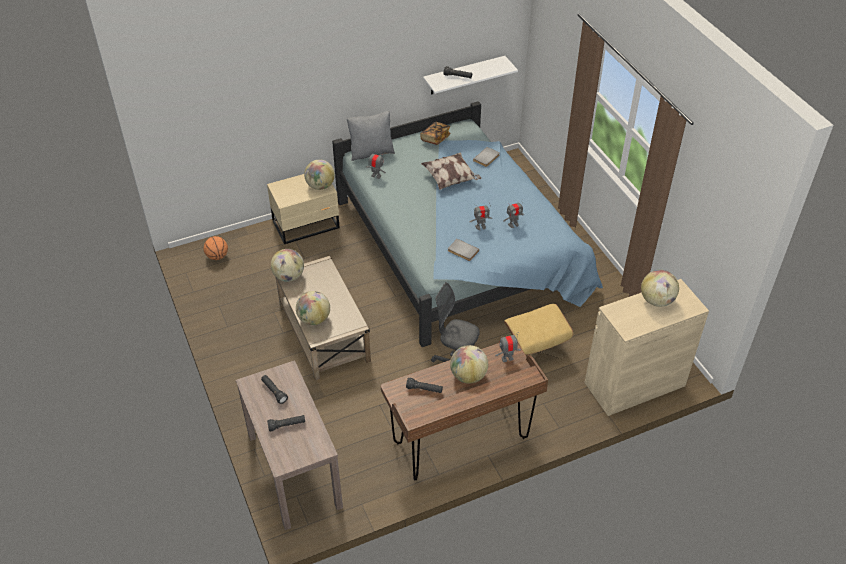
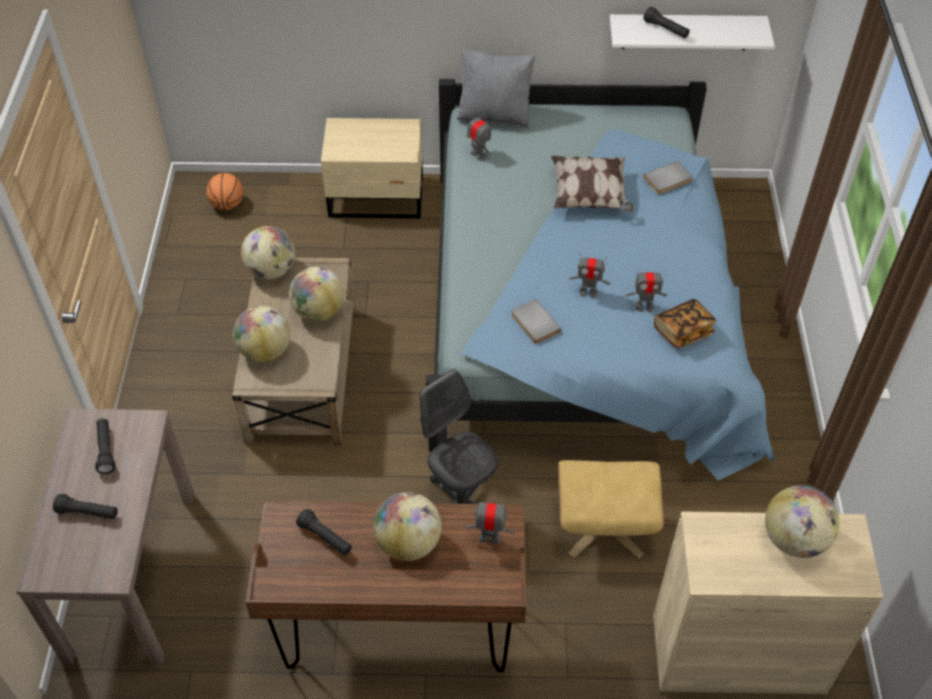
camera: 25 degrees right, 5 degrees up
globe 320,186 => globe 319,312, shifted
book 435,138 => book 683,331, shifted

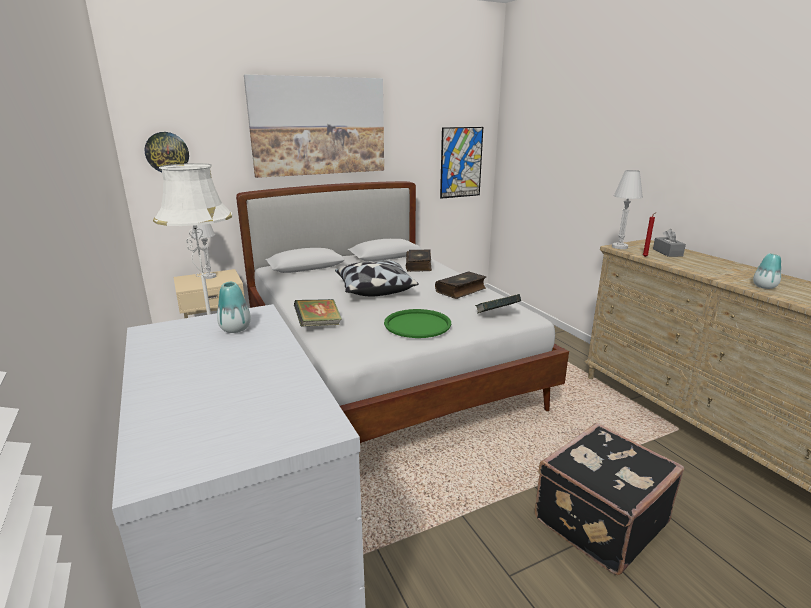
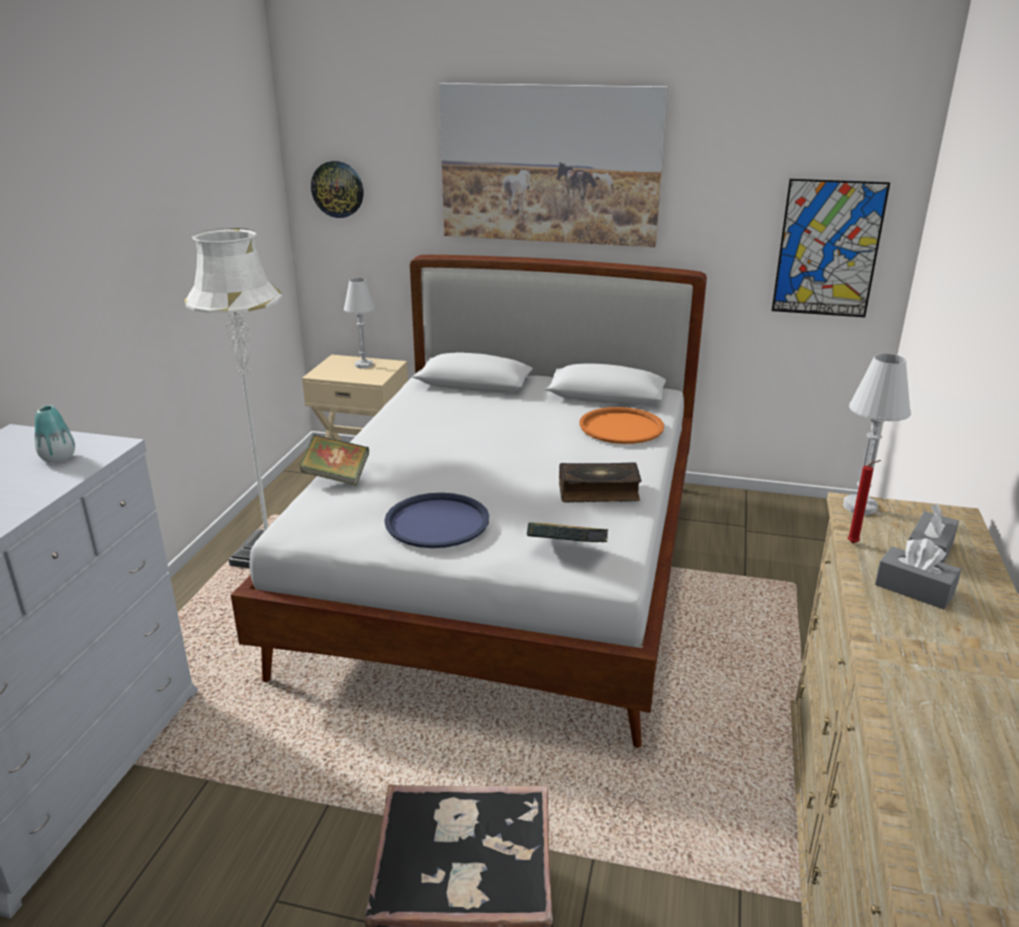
camera: 40 degrees right, 5 degrees up
tray (green) 417,324 => tray (blue) 437,522
book 419,265 => tray (orange) 621,427
nothing => tissue box (grey) 914,589
pillow 374,289 => nothing
vase 764,286 => nothing

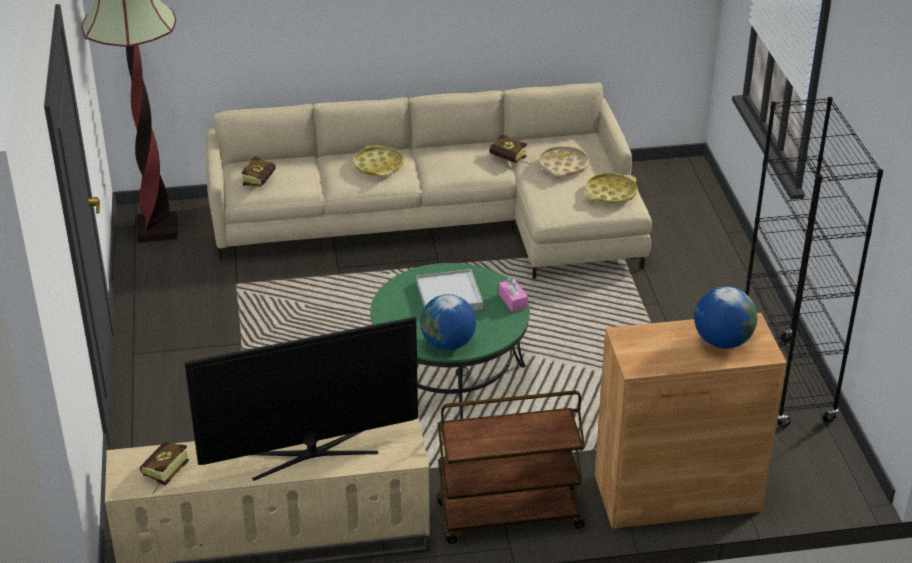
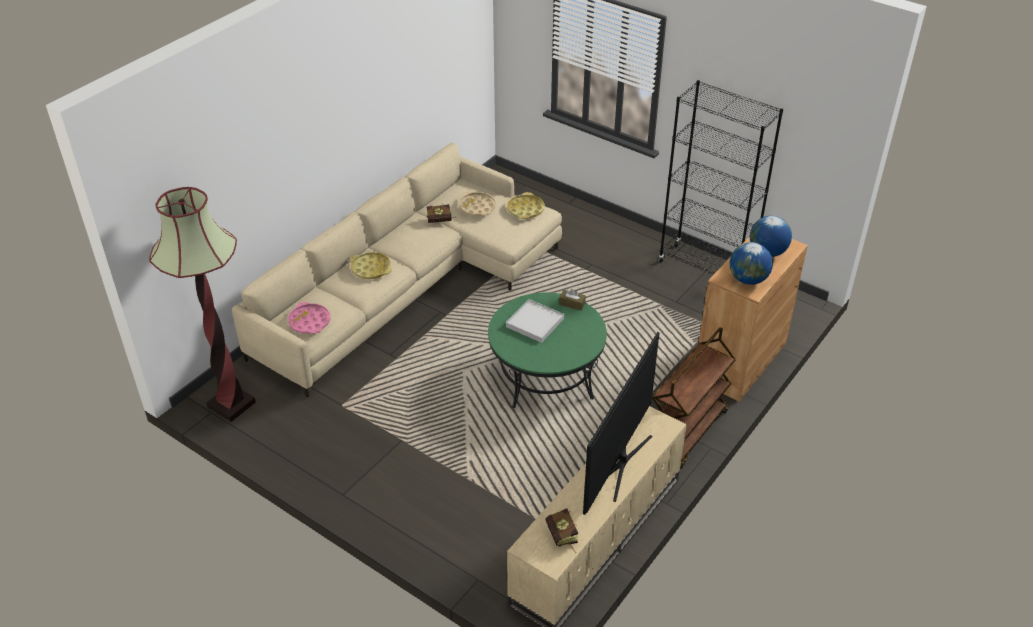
camera: 45 degrees left, 5 degrees up
book 260,180 => tray (pink) 309,322
tissue box (pink) 513,301 => tissue box (brown) 572,304
globe 448,344 => globe 748,279, shifted

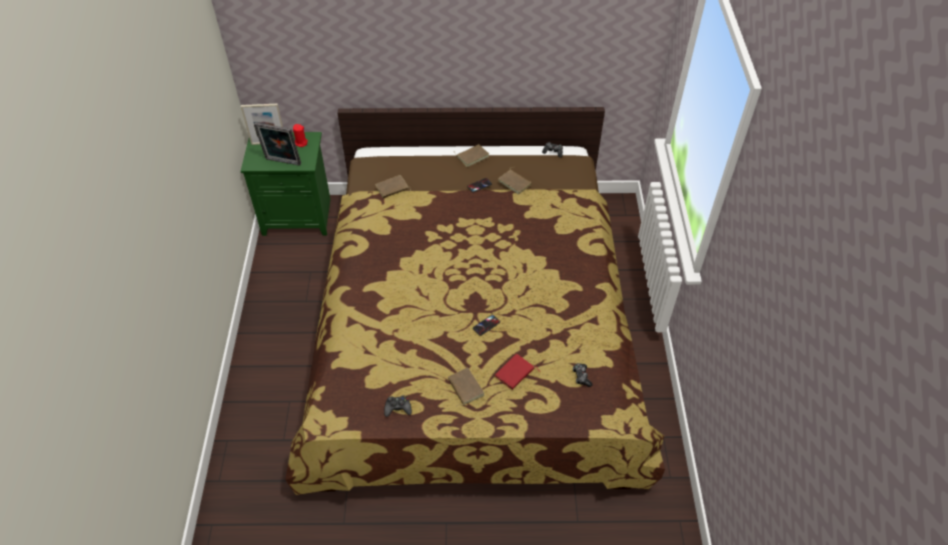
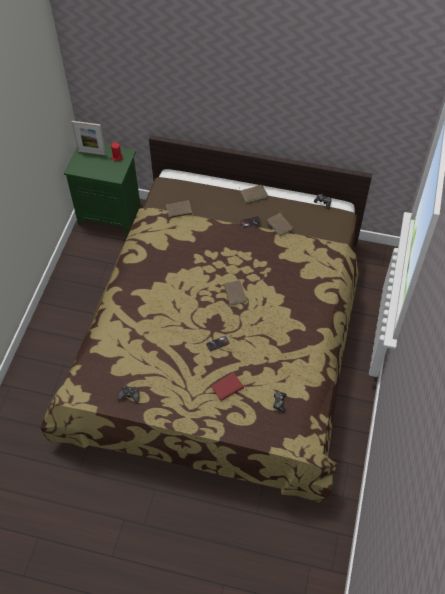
camera: 15 degrees right, 5 degrees up
book (brown) 464,388 => book (brown) 234,294, shifted
picture frame 282,163 => nothing

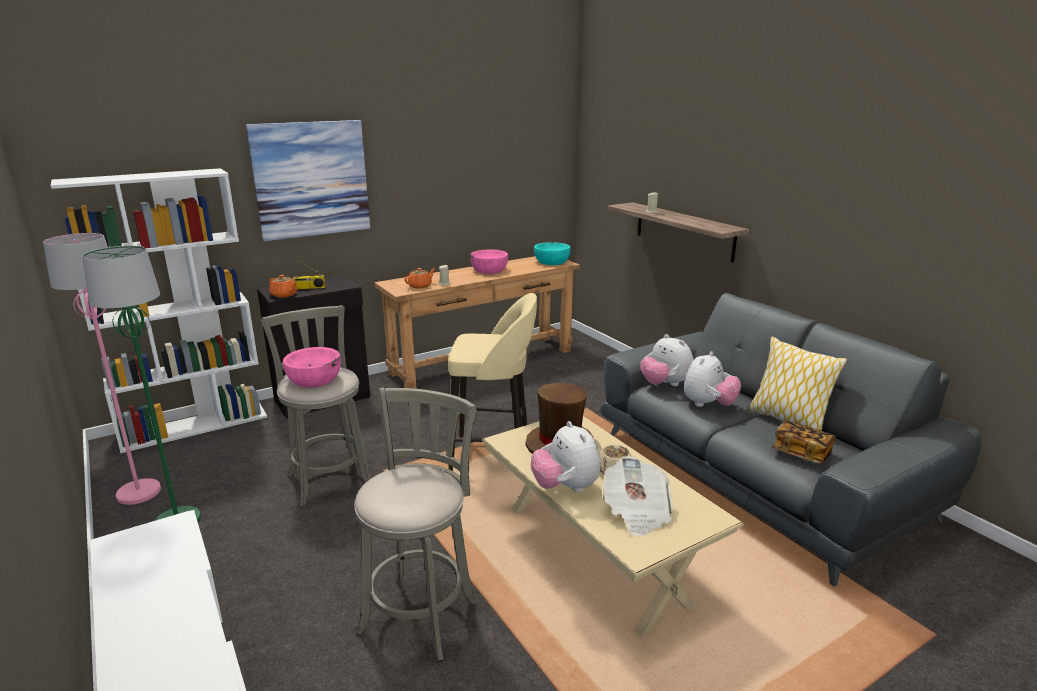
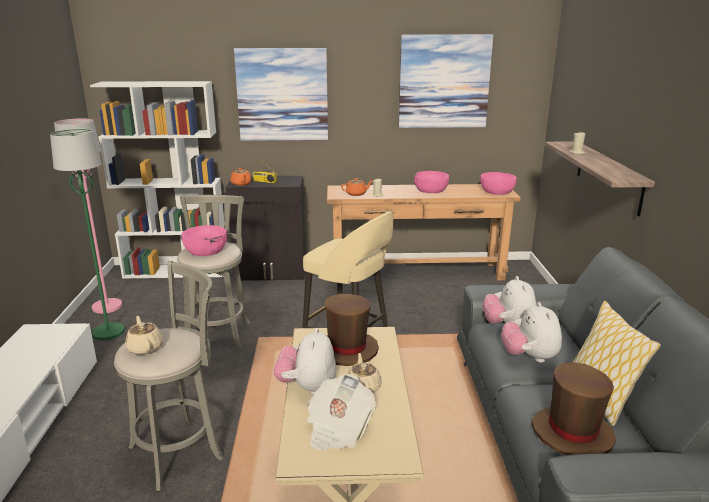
camera: 30 degrees right, 0 degrees up
nothing => teapot (beige) 145,347
nothing => picture 444,81
bowl (turquoise) 551,261 => bowl (pink) 497,191
plush toy 708,405 => plush toy 529,357, 105 degrees clockwise
book 801,453 => hat (brown) 572,433

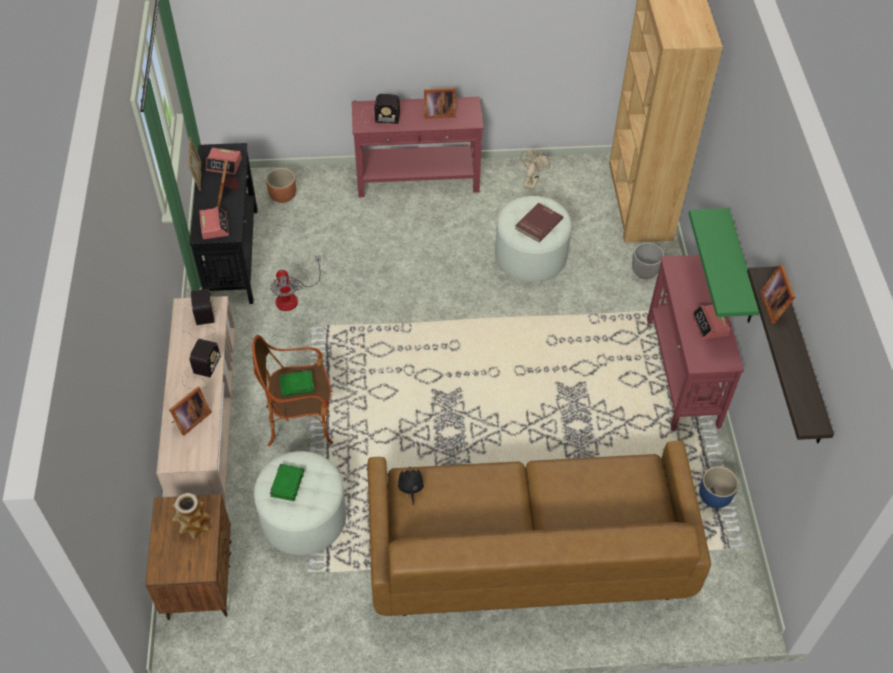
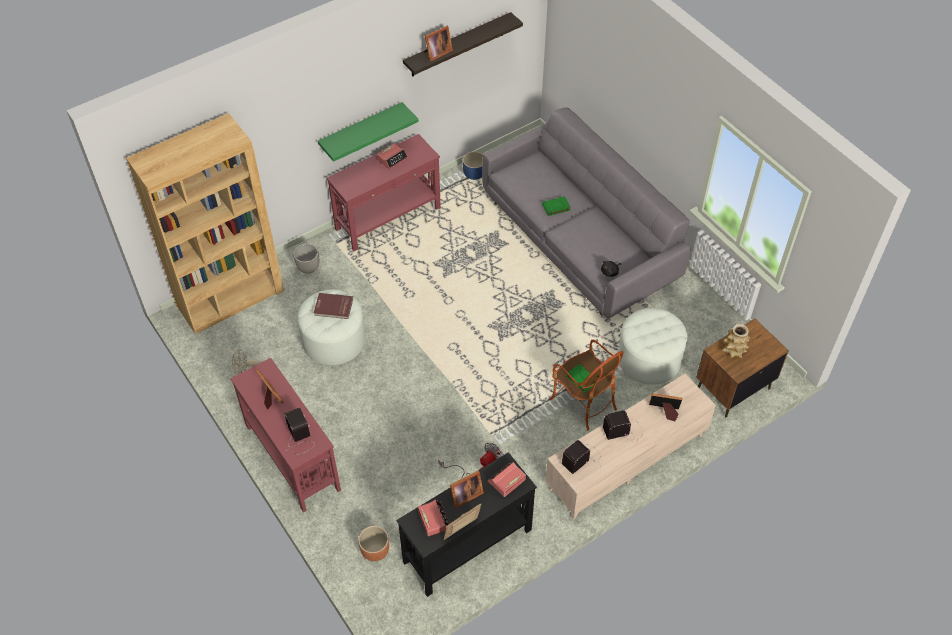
camera: 120 degrees left, 0 degrees up
sofa (brown) 528,554 => sofa (grey) 580,240
book (green) 287,483 => book (green) 556,207, shifted

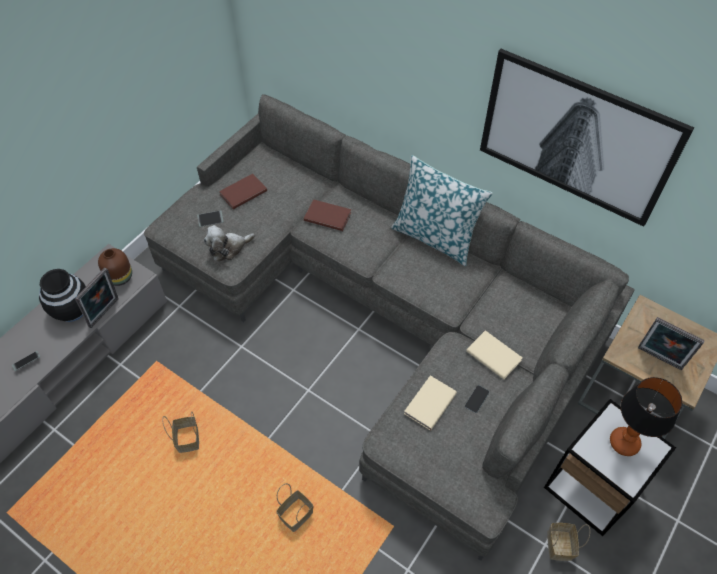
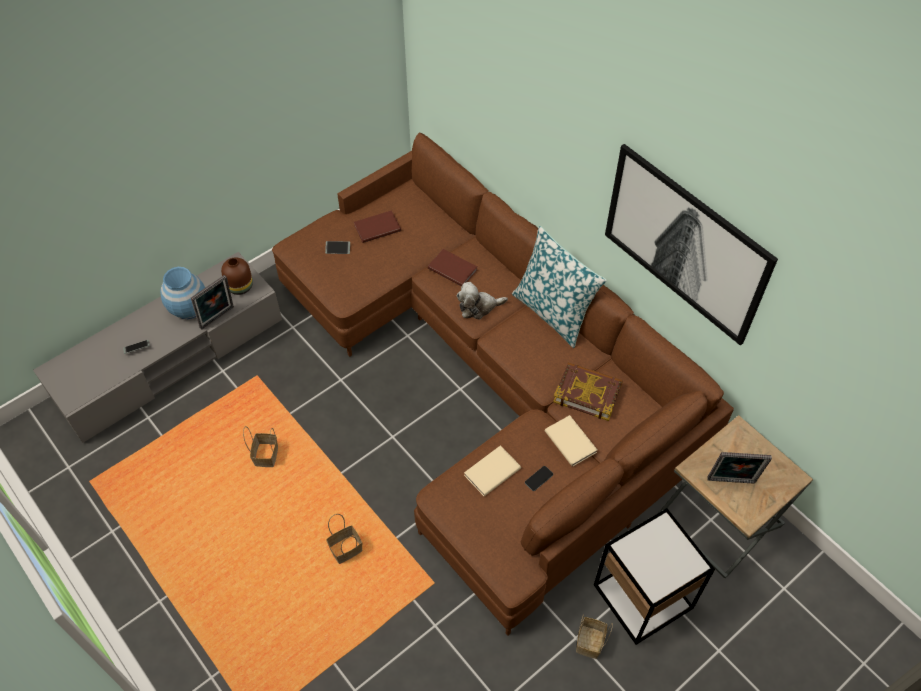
camera: 15 degrees right, 0 degrees up
vase (black) 72,309 => vase (blue) 189,308
sofa (grey) 386,315 => sofa (brown) 492,381
plush toy 228,248 => plush toy 478,307, shifted
nothing => book 587,393
picture frame 658,360 => picture frame 731,483, 45 degrees counterclockwise
table lamp 623,442 => nothing

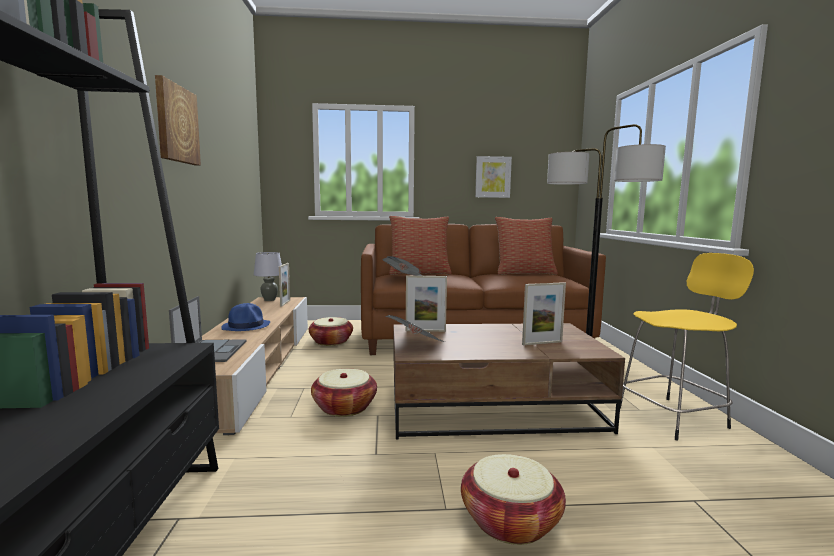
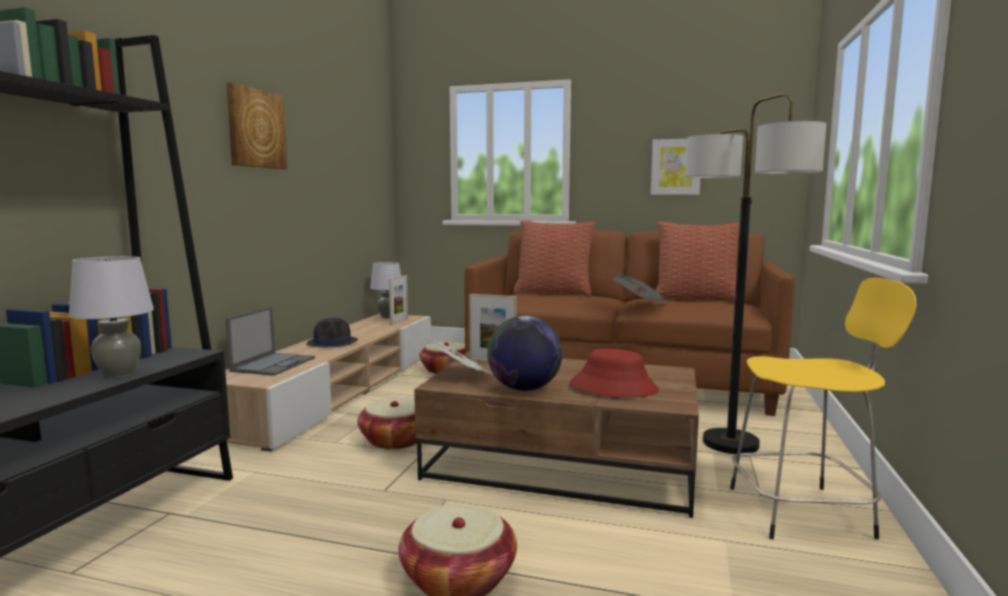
camera: 20 degrees right, 0 degrees up
nothing => table lamp (grey) 118,375
hat (blue) 246,326 => hat (black) 333,343
nothing => globe 524,389
picture frame 542,343 => hat (red) 613,387
newspaper 404,278 => newspaper 641,304, shifted

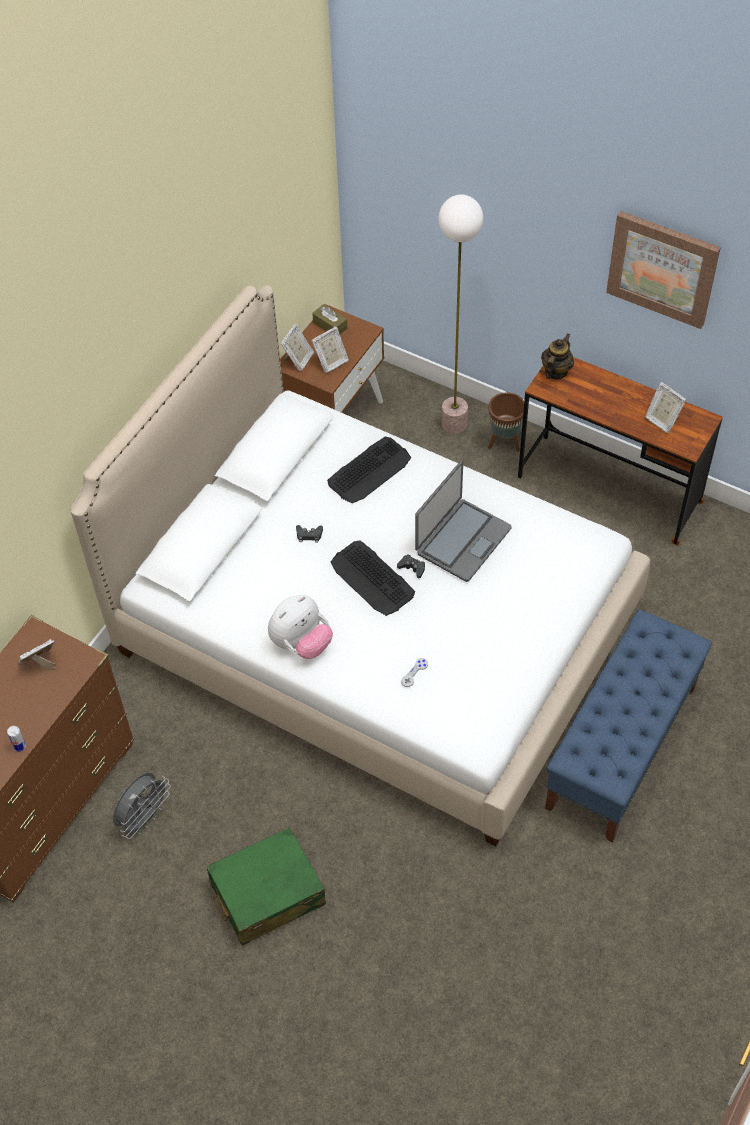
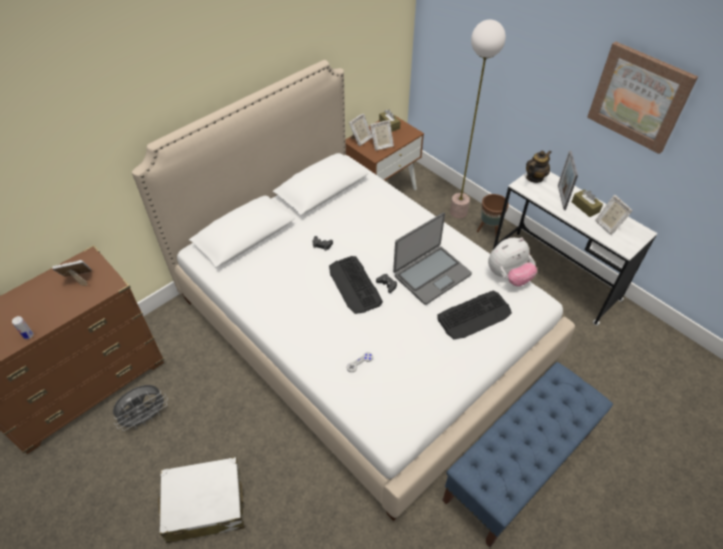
camera: 15 degrees right, 5 degrees down
suitcase (green) 267,893 => suitcase (white) 204,504
keyboard 369,470 => keyboard 474,315, shifted
plush toy 301,643 => plush toy 508,276, shifted
desk (brown) 609,489 => desk (white) 554,276
nothing => picture frame 561,197
nothing => tissue box (brown) 585,207

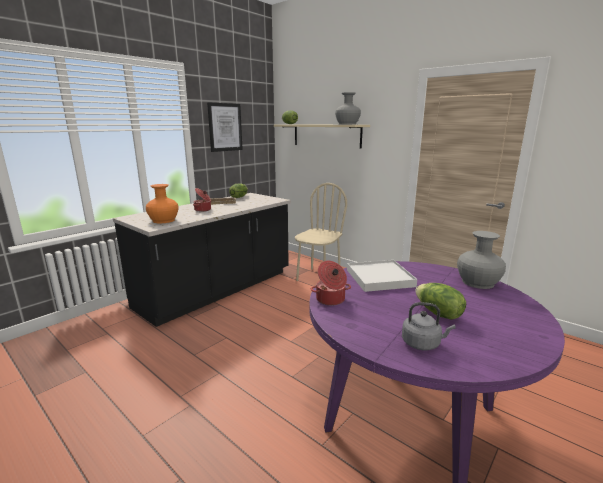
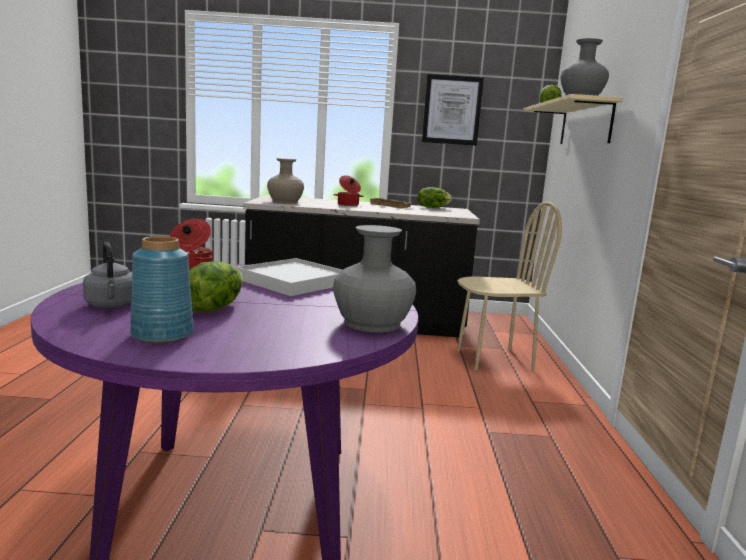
camera: 50 degrees right, 5 degrees down
nothing => vase (blue) 161,334
vase (orange) 164,220 => vase (beige) 285,202

